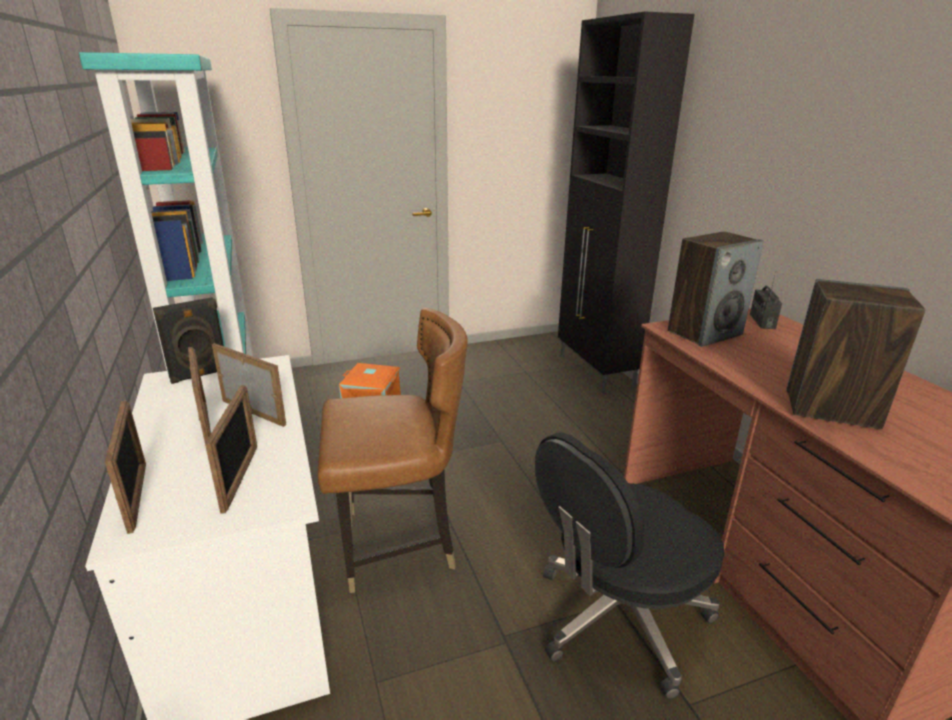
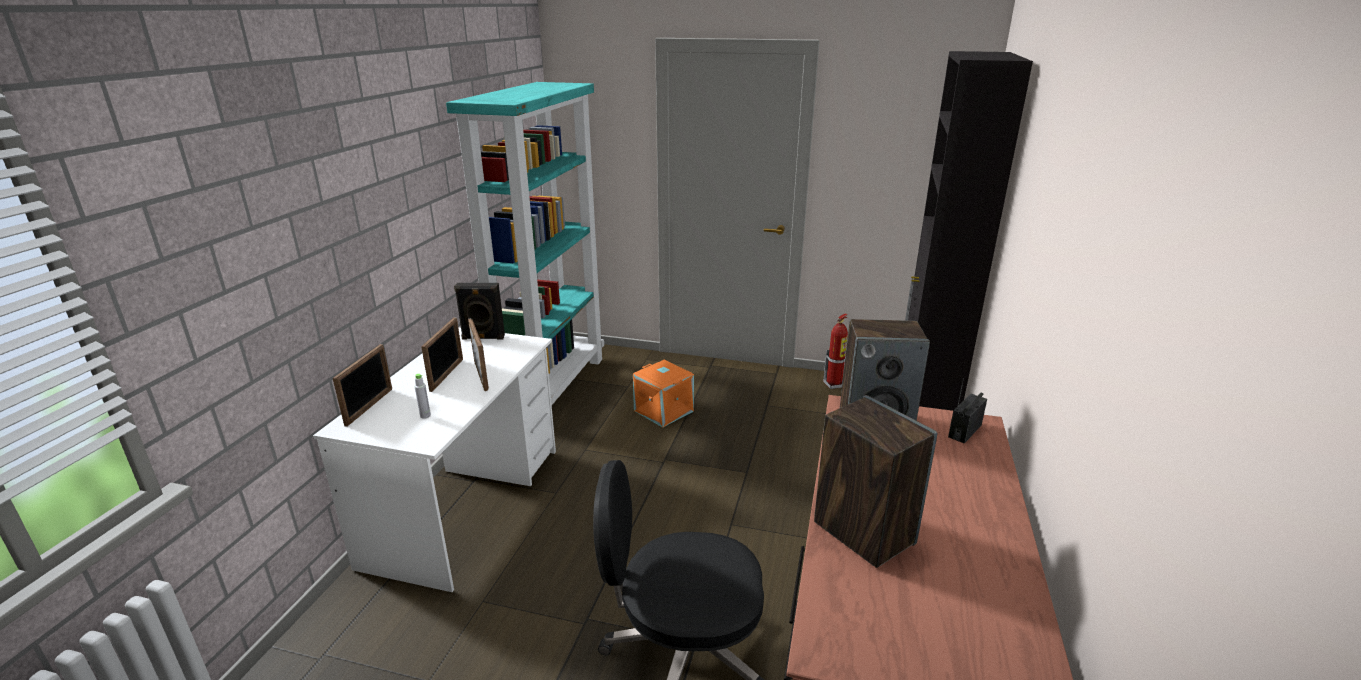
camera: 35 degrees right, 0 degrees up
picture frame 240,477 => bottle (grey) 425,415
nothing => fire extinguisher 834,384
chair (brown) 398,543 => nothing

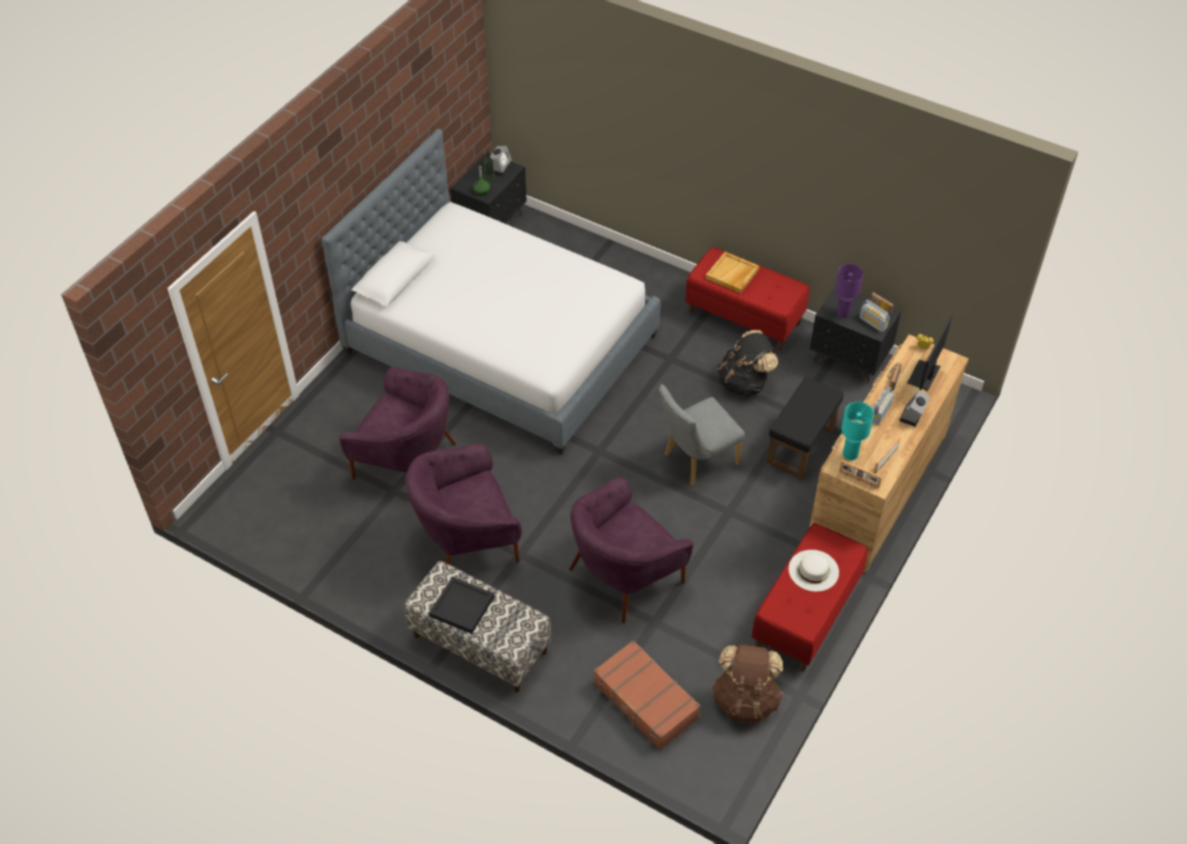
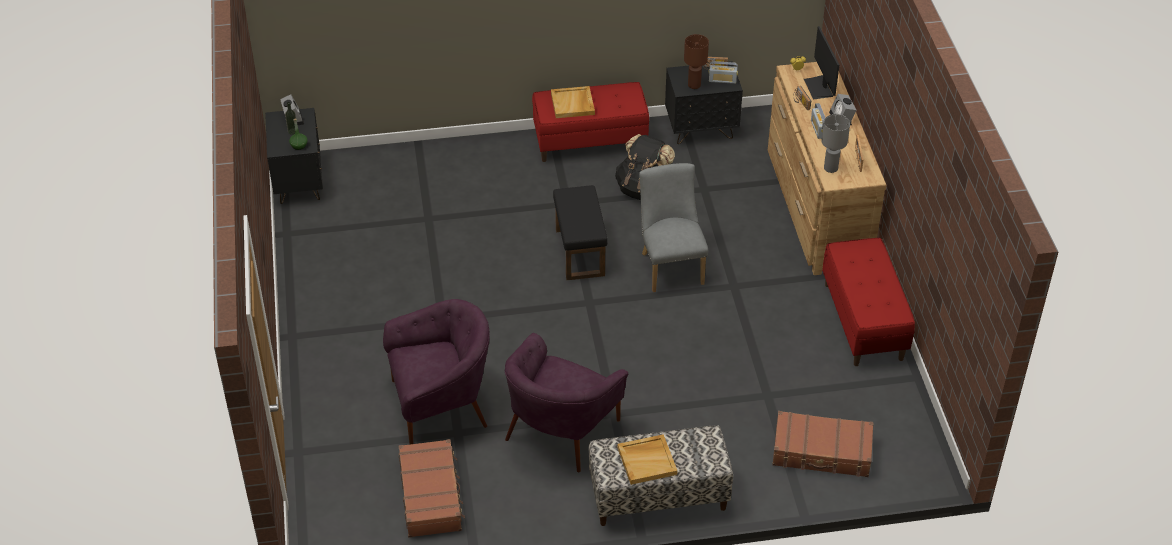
camera: 40 degrees left, 5 degrees down
nothing => suitcase (brown) 431,495
ottoman (black) 800,444 => ottoman (black) 579,251, shifted
tray (black) 462,606 => tray (beige) 647,460
chair (grey) 696,461 => chair (grey) 670,265, 150 degrees clockwise
table lamp (purple) 843,313 => table lamp (brown) 694,85
table lamp (turquoise) 850,454 => table lamp (grey) 830,168
bed 501,343 => nothing
armchair (purple) 624,575 => nothing
backpack (brown) 745,700 => nothing
hat (white) 813,570 => nothing
picture frame 858,480 => nothing

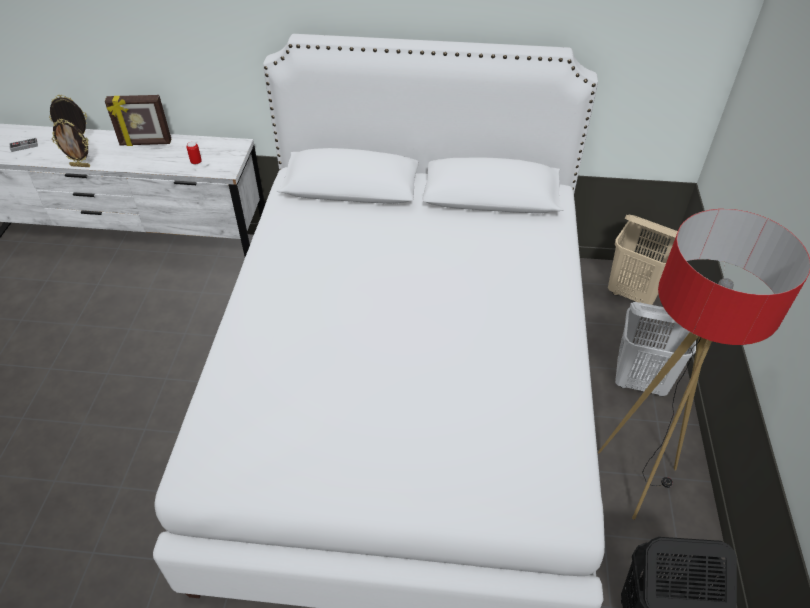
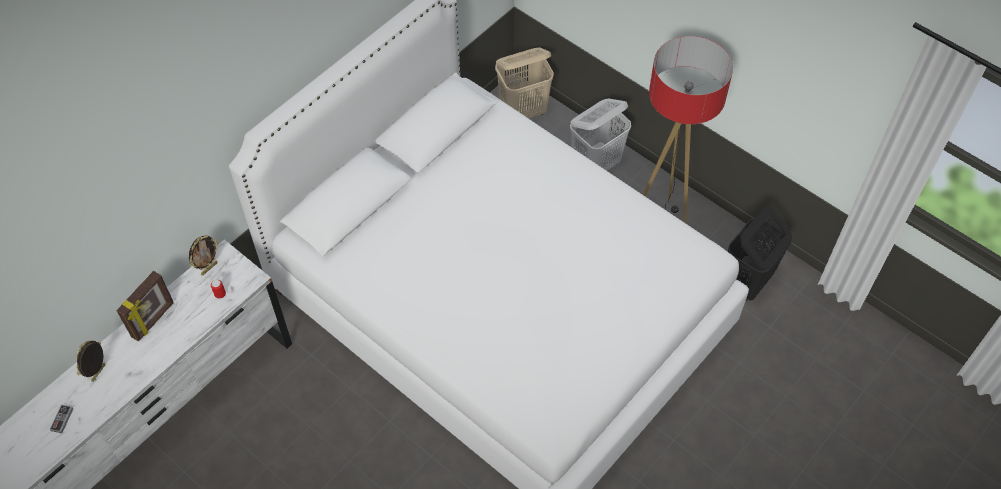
camera: 55 degrees left, 10 degrees up
picture frame 80,165 => picture frame 209,268, shifted

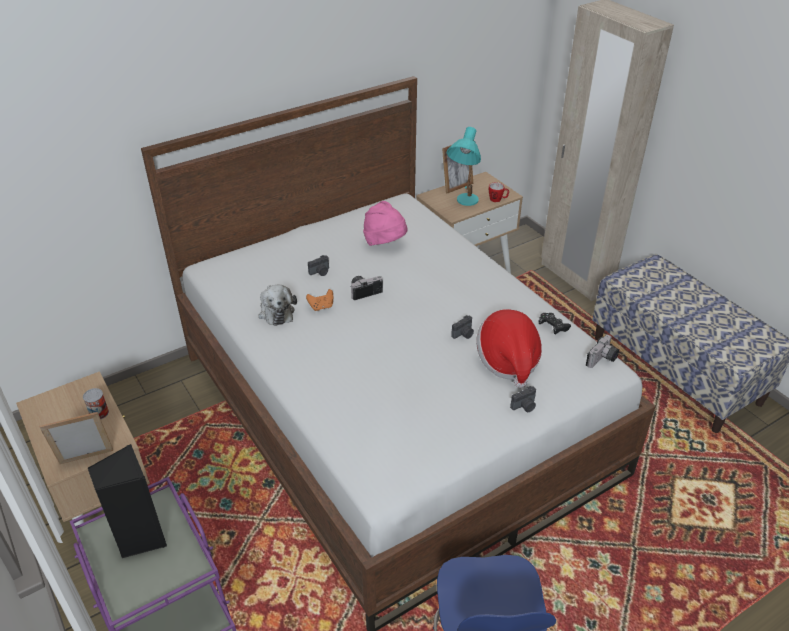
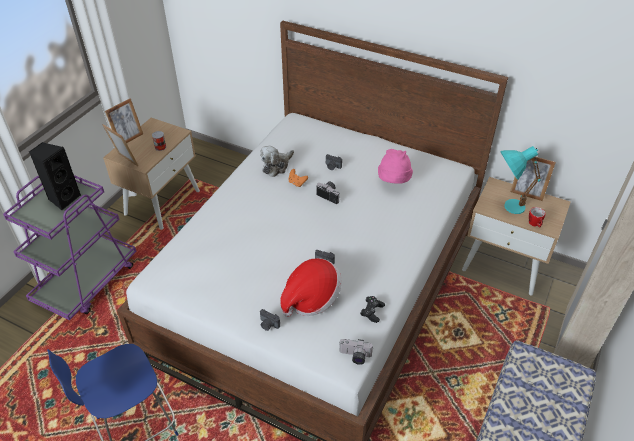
camera: 60 degrees right, 5 degrees up
nothing => picture frame 128,138

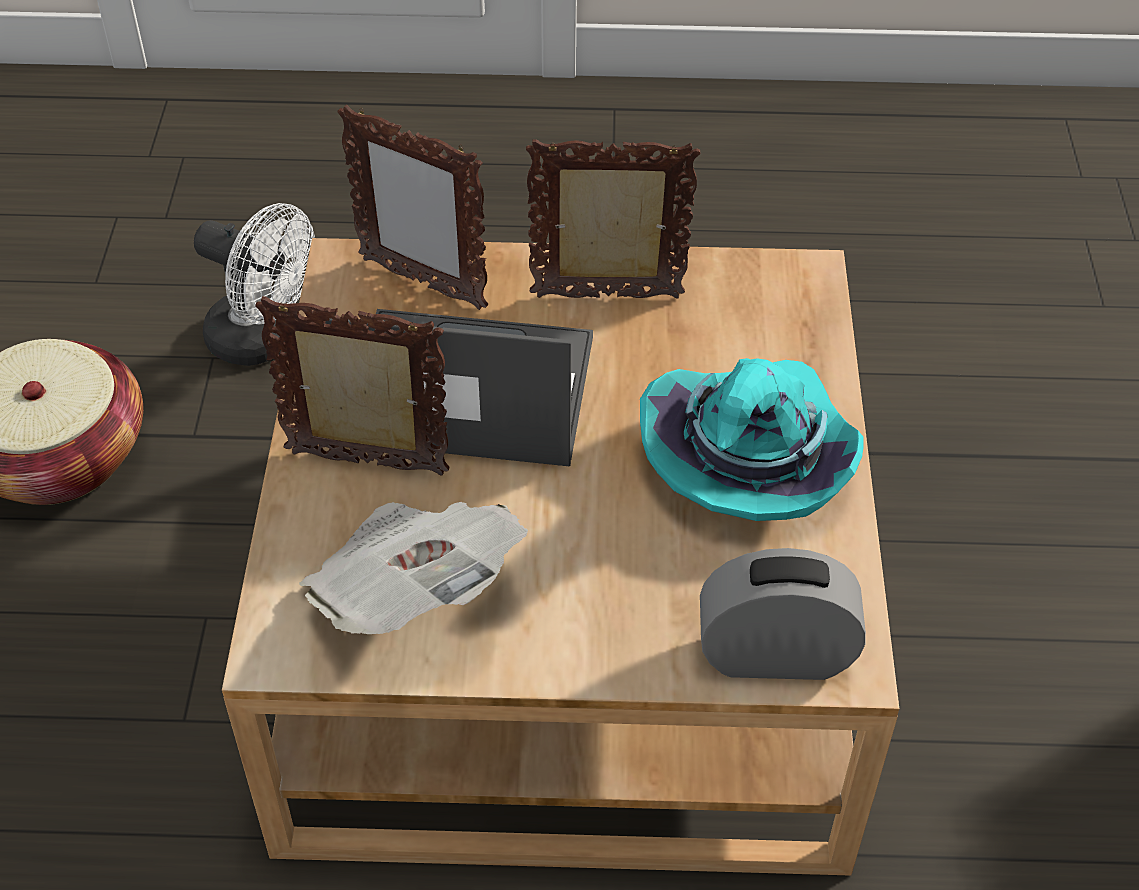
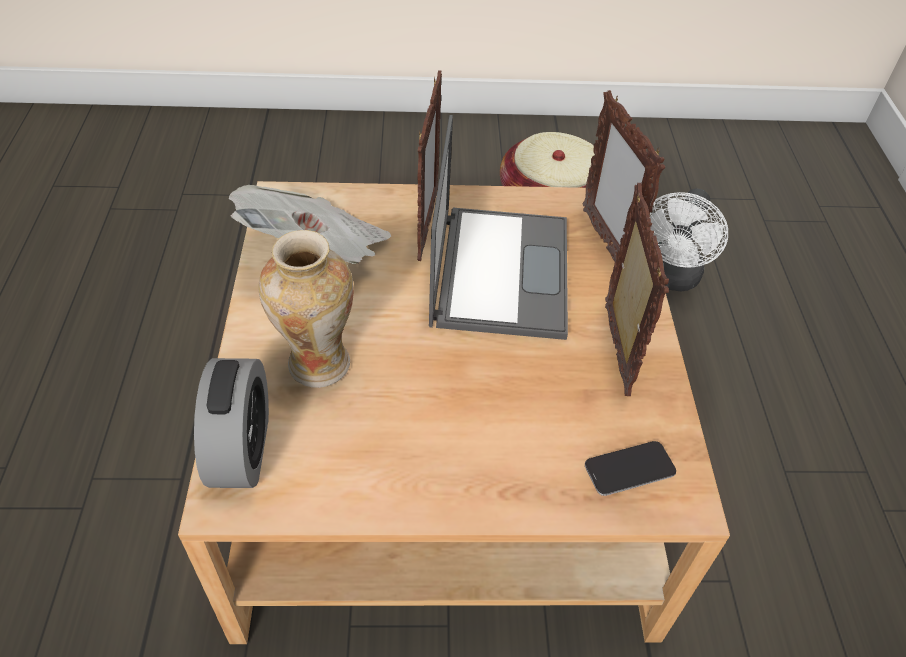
camera: 85 degrees right, 0 degrees up
nothing => vase 316,364
picture frame 422,283 => picture frame 605,243, 45 degrees counterclockwise
nothing => phone 629,469
hat (turquoise) 750,458 => nothing

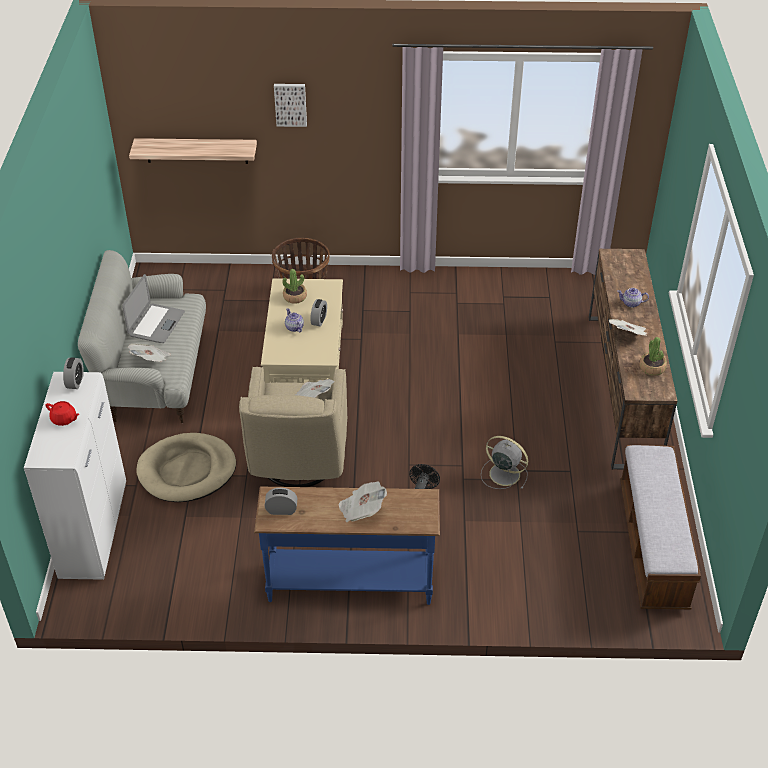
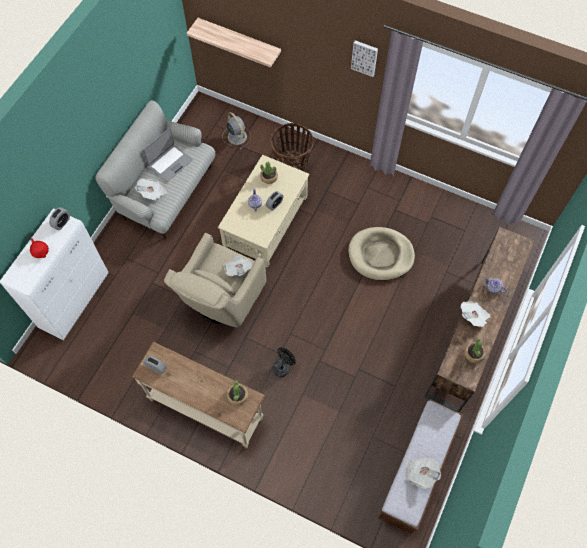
camera: 25 degrees right, 20 degrees up
console table (blue) 350,582 => console table (beige) 206,408
fan (grey) 503,474 => fan (grey) 236,136, shifted
nothing => potted plant 237,395
dog bed (beige) 187,471 => dog bed (beige) 380,255, shifted
picture 290,104 => picture 364,57, shifted
newspaper 361,510 => newspaper 420,473, shifted

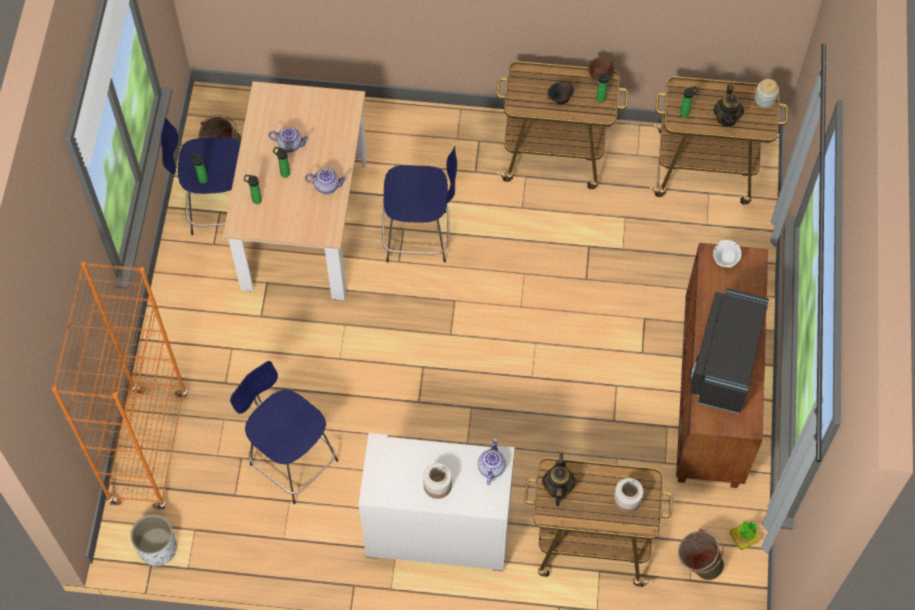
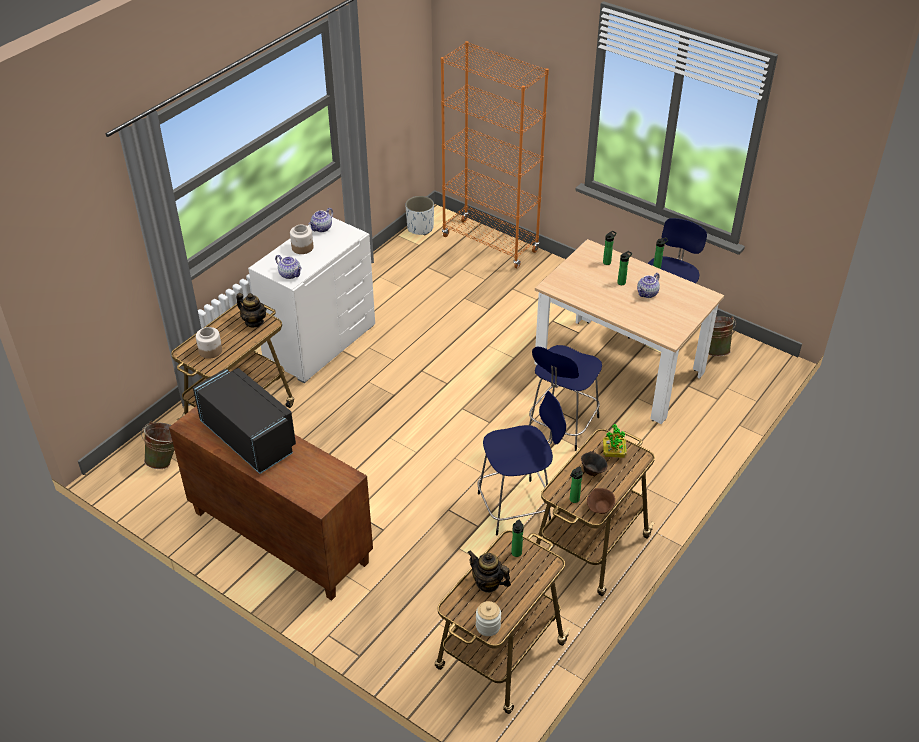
camera: 120 degrees right, 20 degrees down
teapot 327,185 => teapot 322,228, shifted
stool (blue) 291,460 => stool (blue) 517,506, shifted
potted plant 743,538 => potted plant 613,453, shifted
bowl (white) 725,260 => nothing

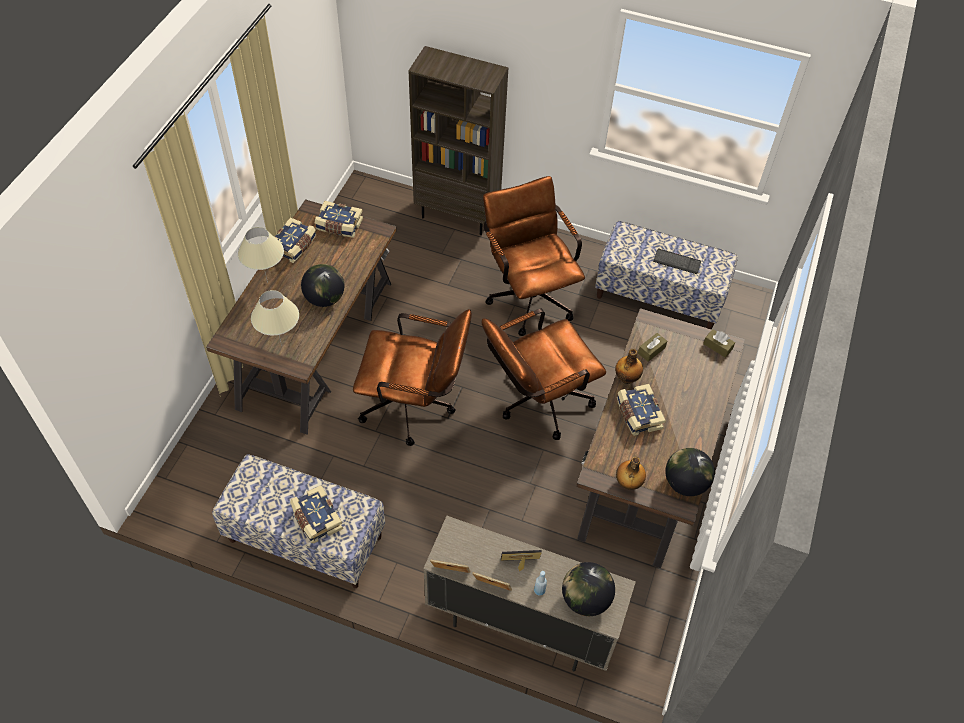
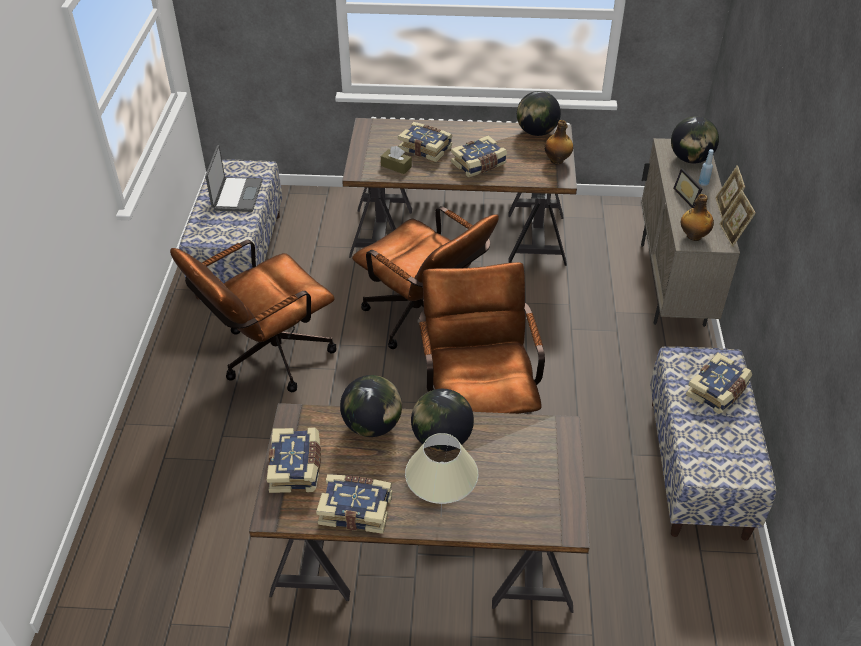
camera: 105 degrees left, 10 degrees down
keyboard 677,262 => laptop 236,195
nothing => globe 372,425
nothing => book 425,148
bottle 627,378 => bottle 693,236, shifted
table lamp (beige) 281,345 => nothing
bookcase (brown) 458,215 => nothing
tissue box (brown) 717,346 => nothing

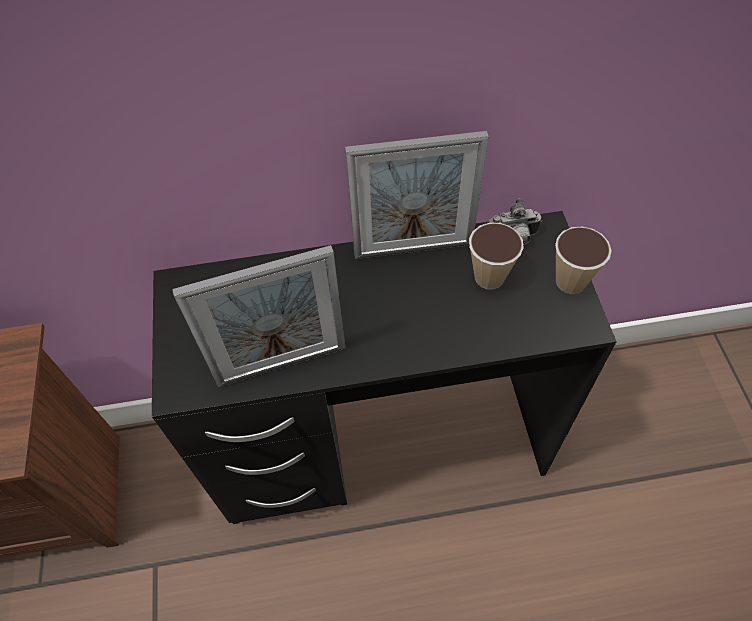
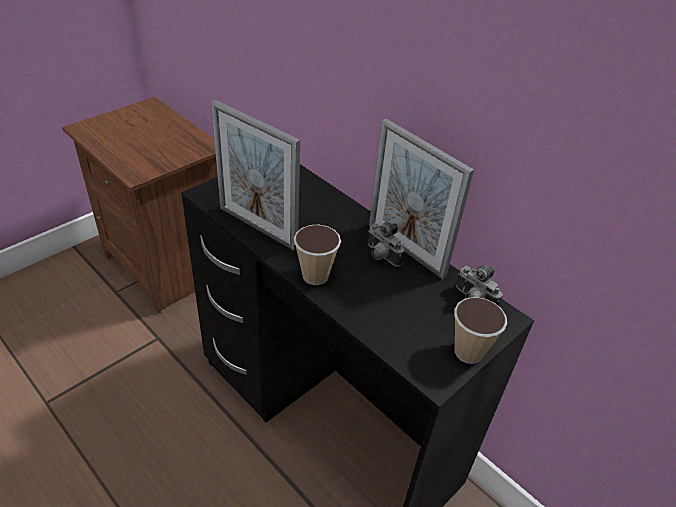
camera: 50 degrees right, 15 degrees down
cup 489,277 => cup 315,276, shifted
nothing => photo camera 380,256

